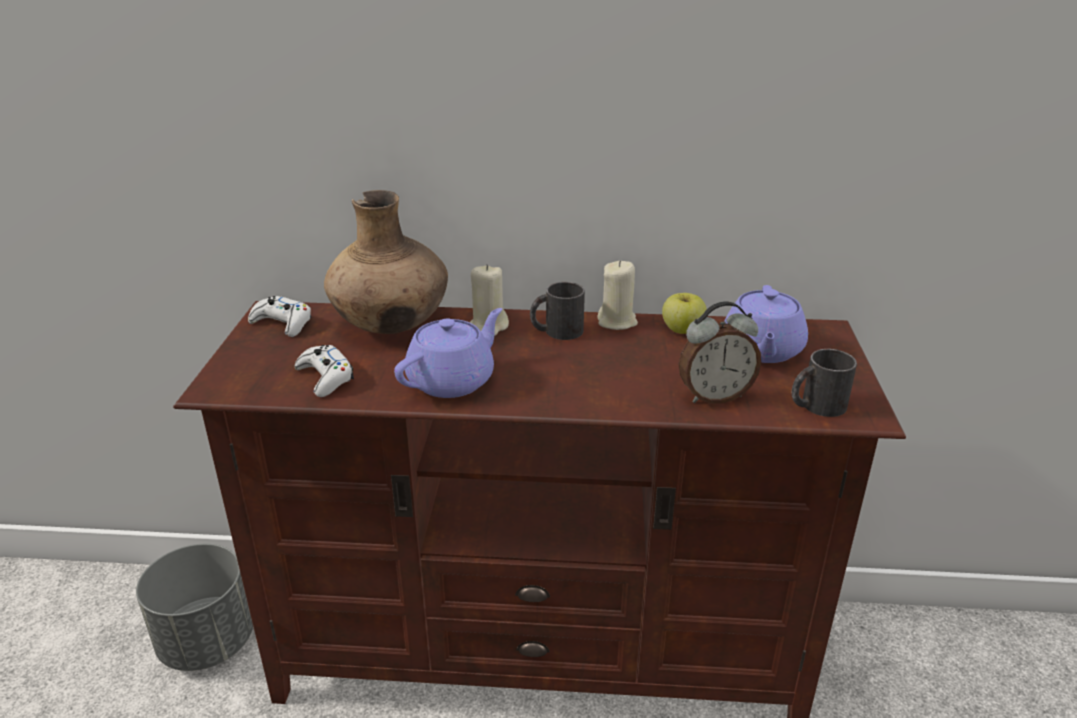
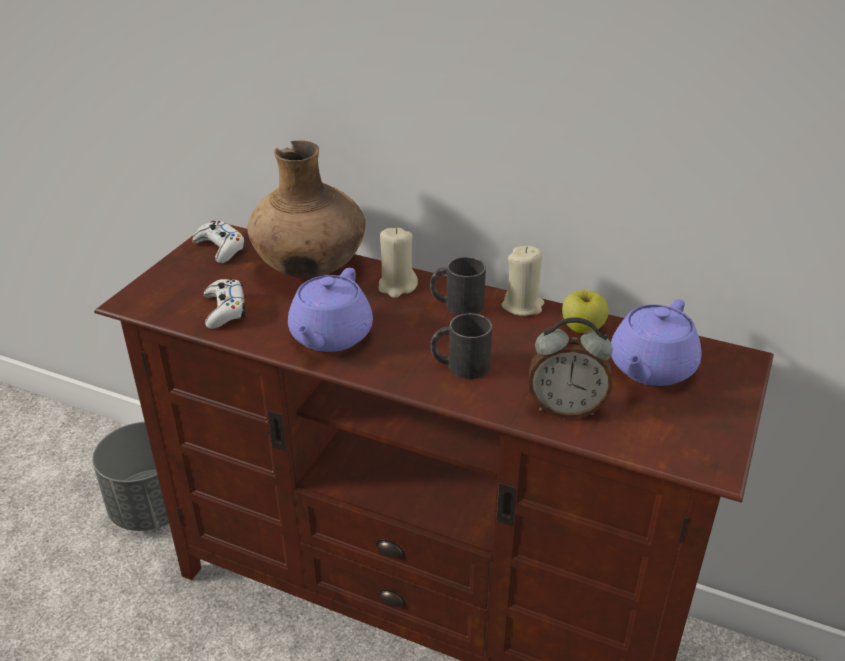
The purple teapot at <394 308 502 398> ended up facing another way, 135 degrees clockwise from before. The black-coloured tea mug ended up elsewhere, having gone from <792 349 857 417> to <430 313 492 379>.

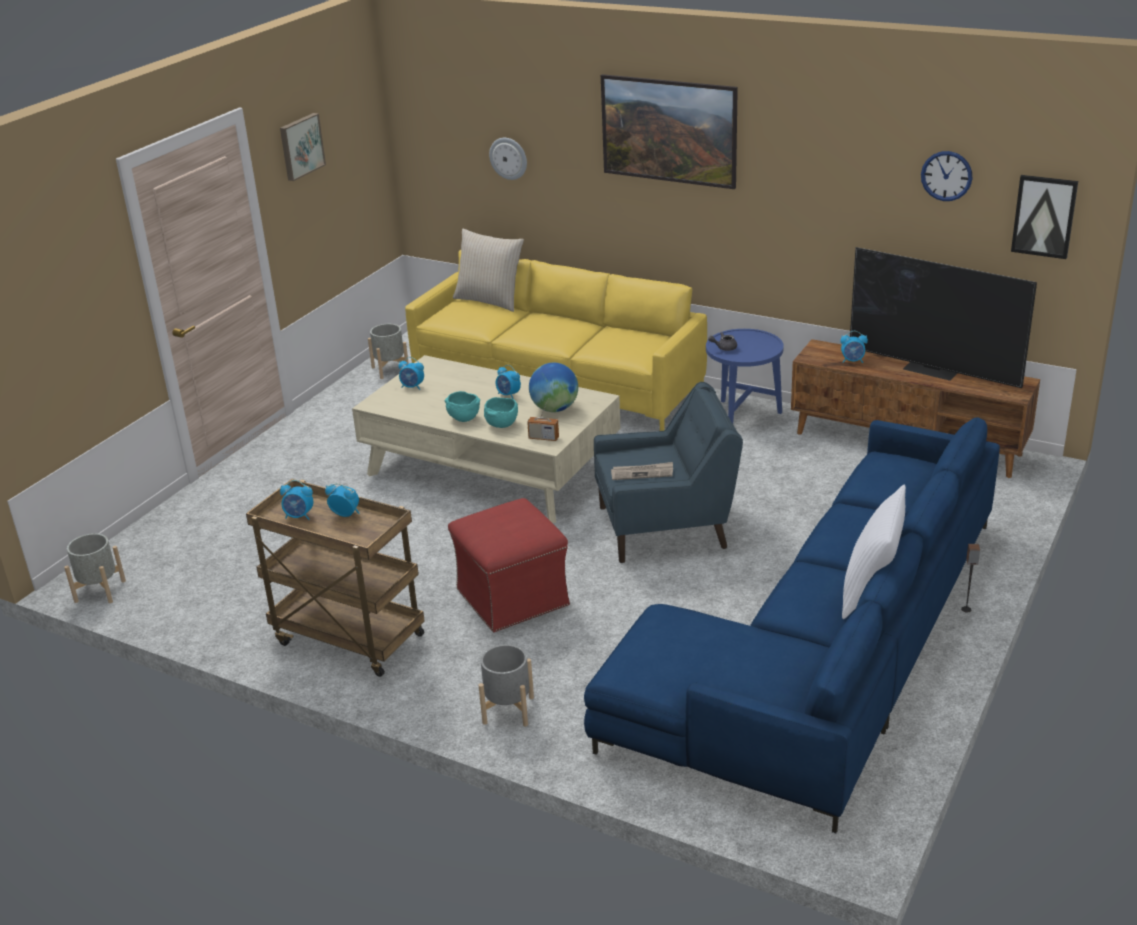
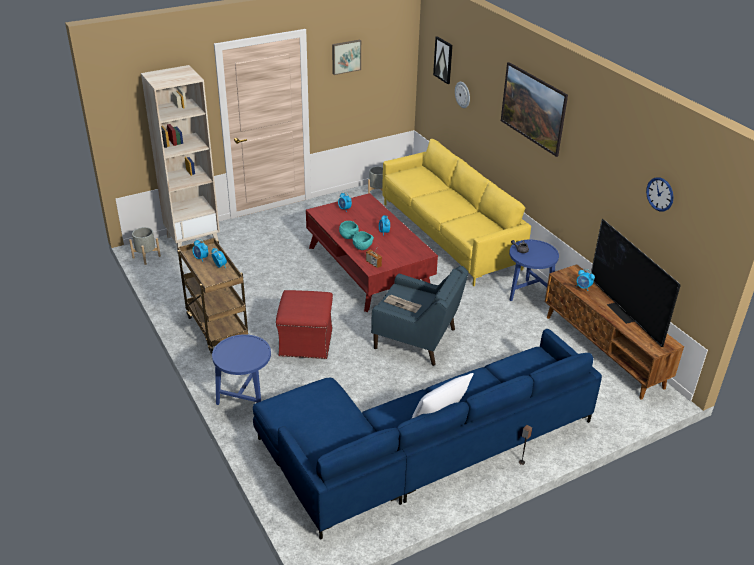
The second view gained the sand-coloured bookshelf at <141 65 220 253>. Where the gray planter stood at <479 644 534 726>, the blue accent table came to stand at <212 334 271 405>. What was the sand-coloured coffee table at <352 355 621 523> turned into the reddish coffee table at <306 193 438 312>. The picture ended up elsewhere, having gone from <1011 175 1078 259> to <433 36 453 84>. The second view lost the sand-coloured throw pillow at <453 229 524 312>. The second view lost the globe at <529 363 578 412>.

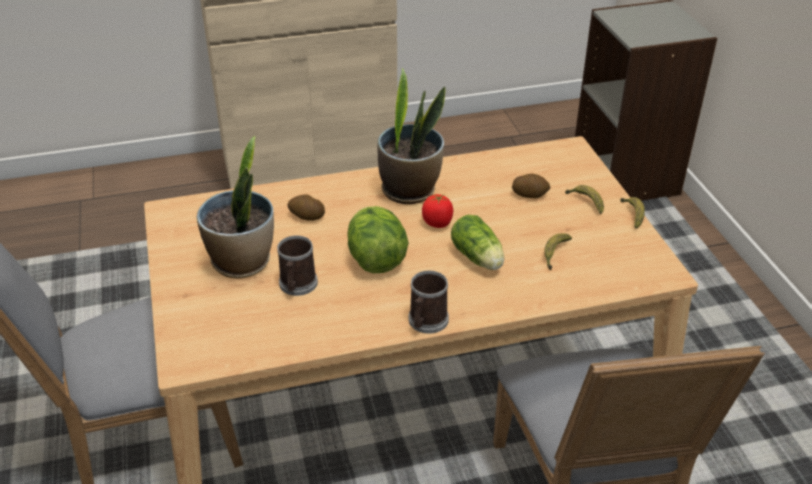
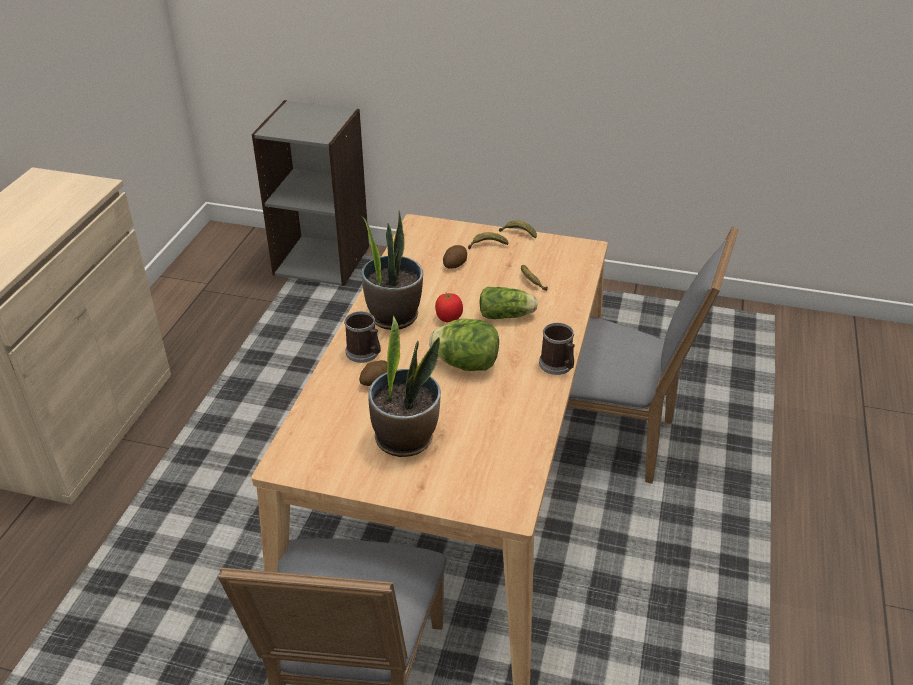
The tea mug ended up elsewhere, having gone from <277 235 318 296> to <344 311 381 363>.

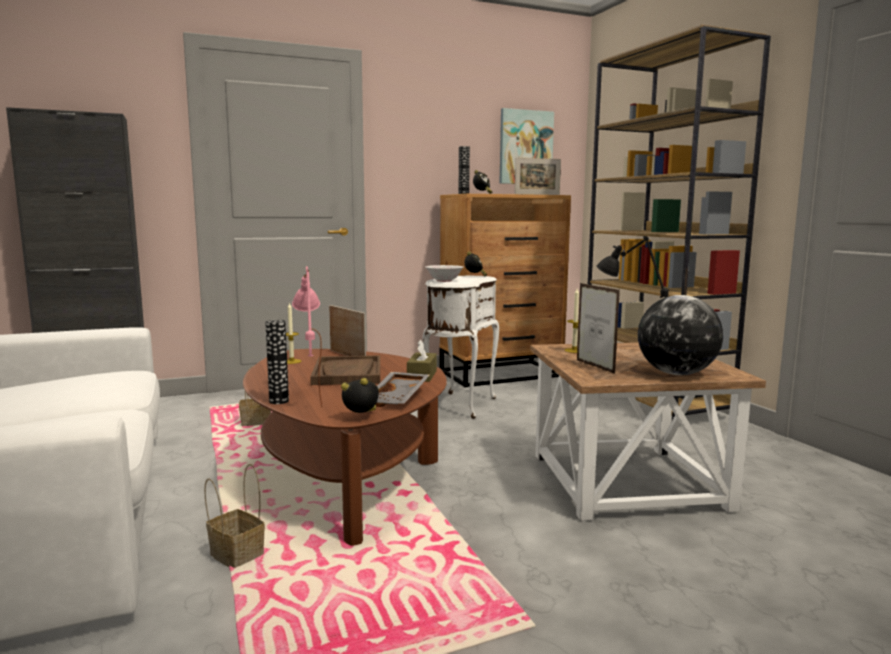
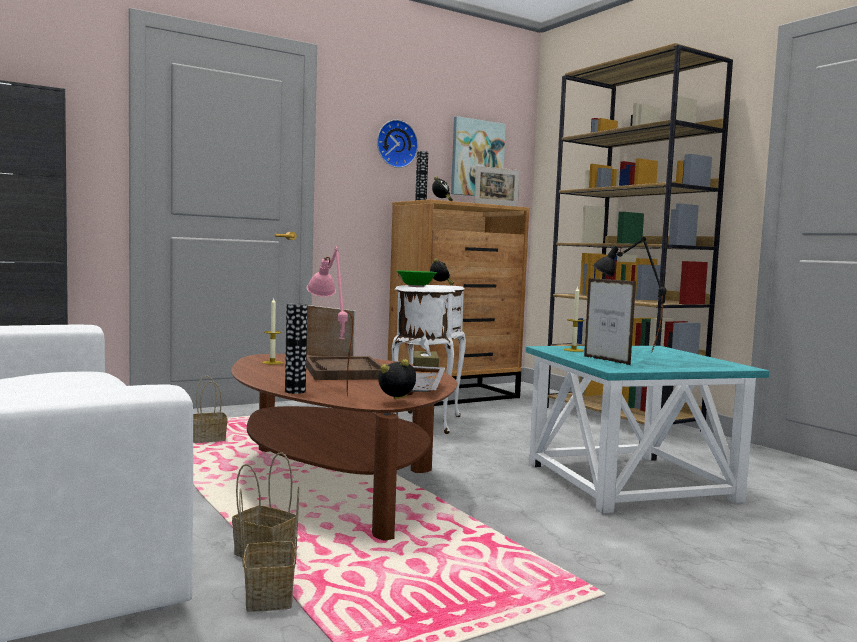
The second view gained the basket at <239 487 299 612>. The second view gained the wall clock at <377 120 418 168>. What was the whitish serving bowl at <425 265 464 282> turned into the greenish serving bowl at <397 271 437 287>. What was the brown-coloured accent table at <530 342 766 521> turned into the turquoise-coloured accent table at <525 346 769 514>. The second view lost the globe at <638 295 723 375>.

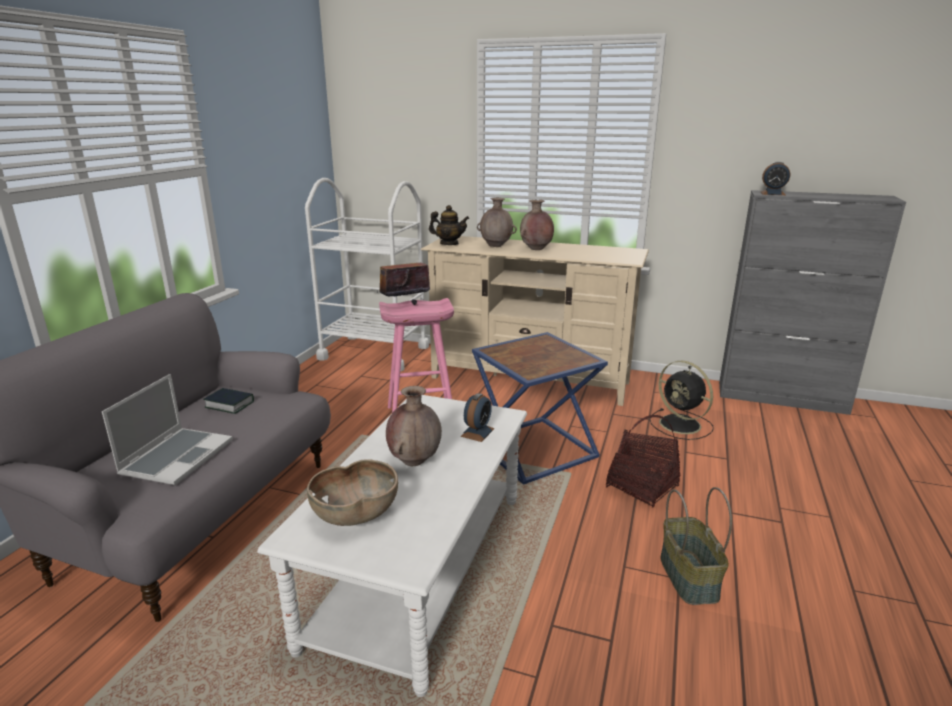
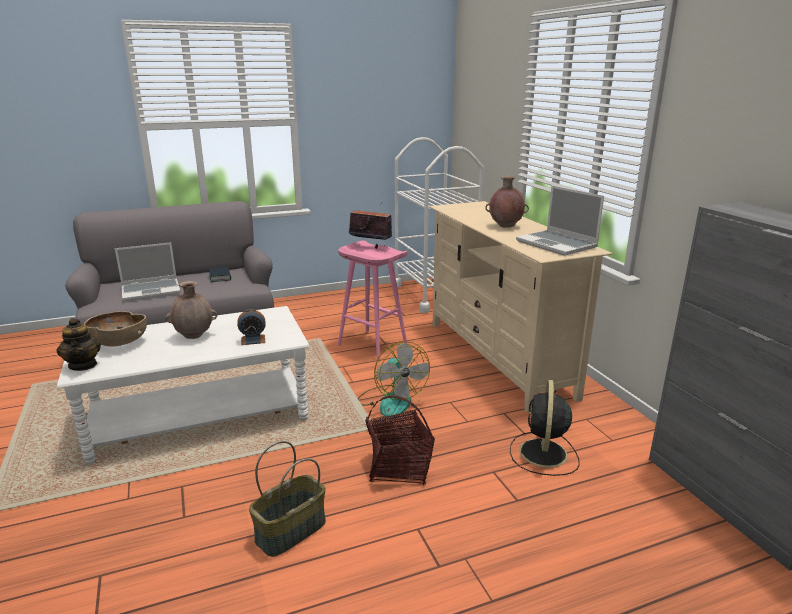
The teapot ended up elsewhere, having gone from <429 205 469 245> to <57 318 101 371>. Where the blue accent table stood at <472 332 608 485>, the cooling fan came to stand at <358 341 430 417>. The second view gained the notebook computer at <516 186 604 256>. The second view lost the brown-coloured flower vase at <477 198 517 247>. The second view lost the table clock at <761 162 790 195>.

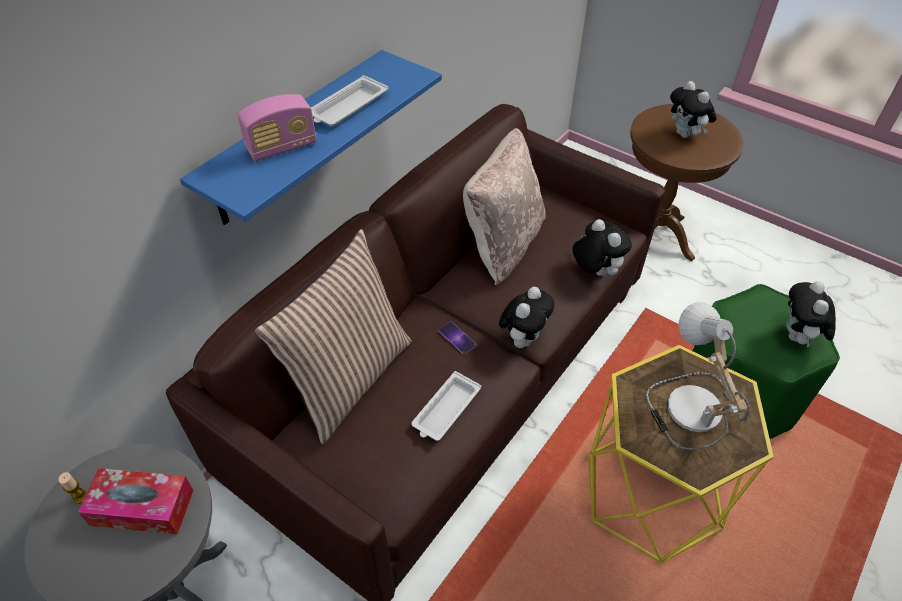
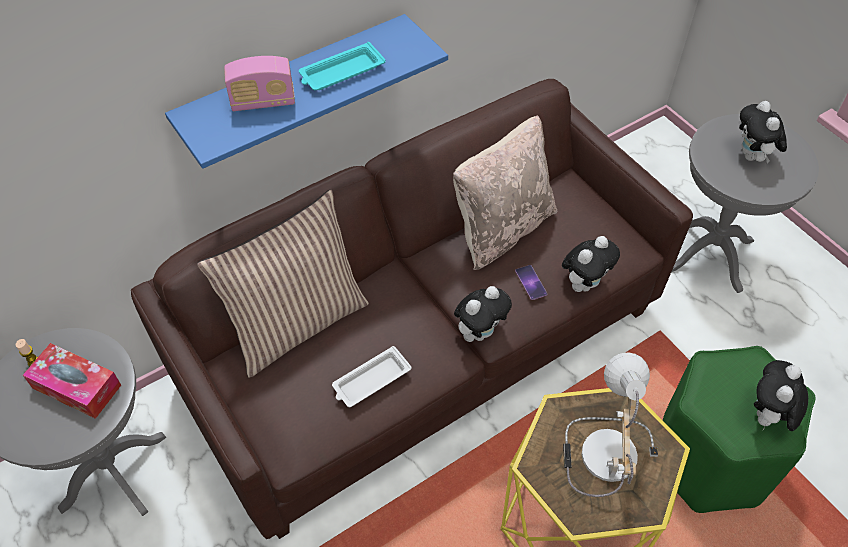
What was the whitish tray at <311 75 388 126> turned into the turquoise-coloured tray at <299 42 386 90>. The phone ended up elsewhere, having gone from <438 322 477 354> to <515 265 547 300>. The cuddly toy at <572 219 632 276> ended up facing another way, 60 degrees clockwise from before. What was the brown-coloured accent table at <630 104 744 261> turned into the gray accent table at <672 114 819 293>.

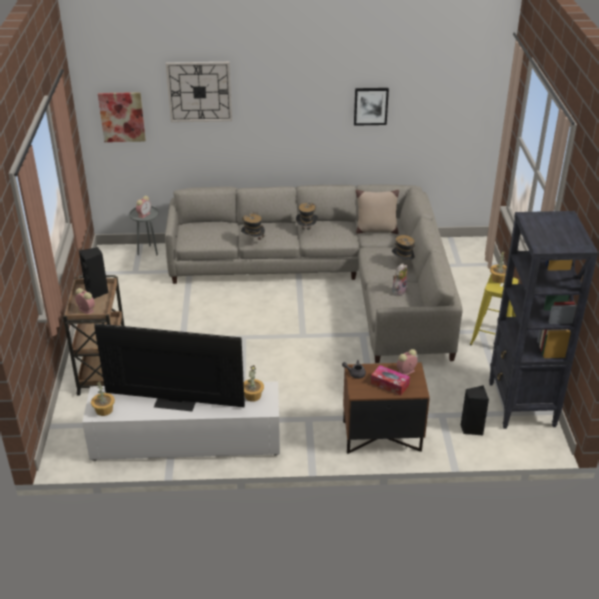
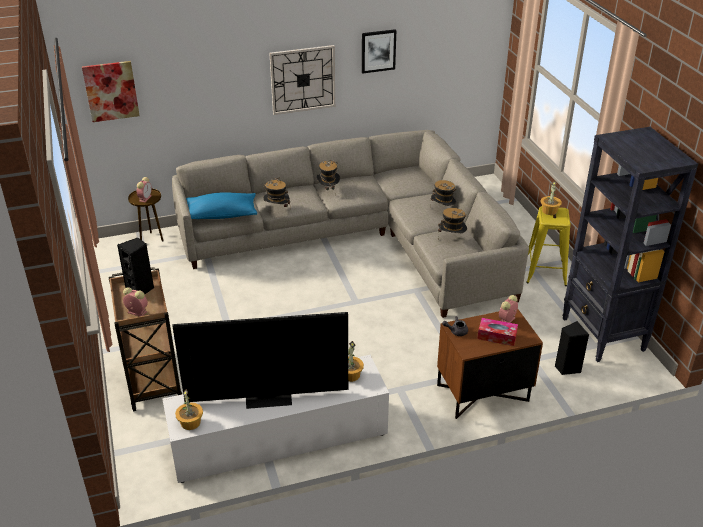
What was the gray accent table at <129 206 159 255> turned into the brown-coloured accent table at <128 189 163 242>. The second view gained the blue throw pillow at <186 193 257 219>. The wall clock ended up elsewhere, having gone from <166 62 232 122> to <269 45 335 115>. Where the cuddly toy stood at <392 263 408 296>, the wearable hat came to stand at <438 208 467 233>. The second view lost the sand-coloured throw pillow at <355 190 399 234>.

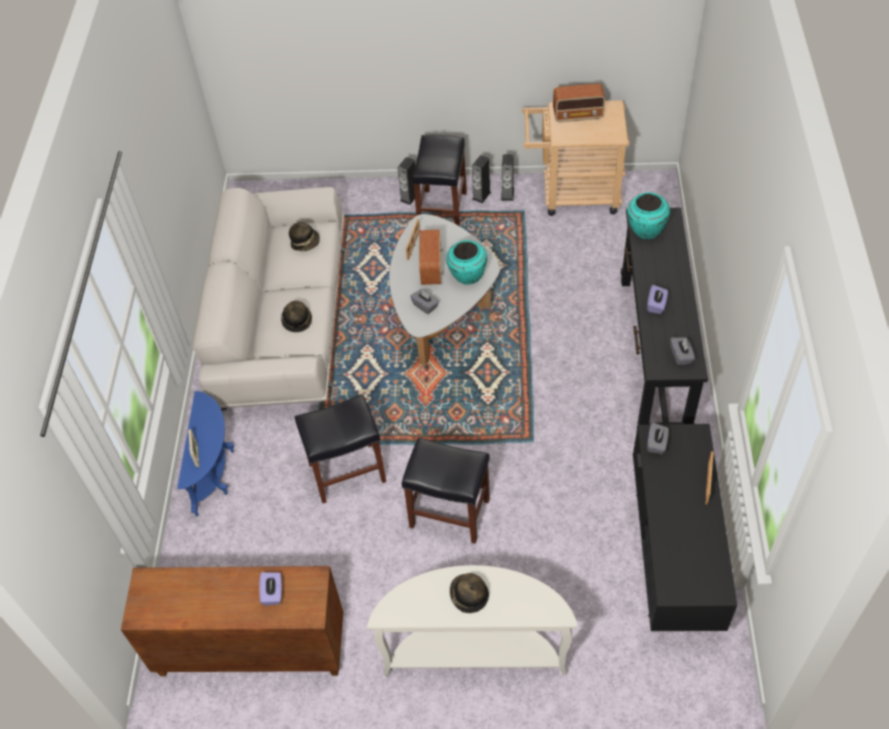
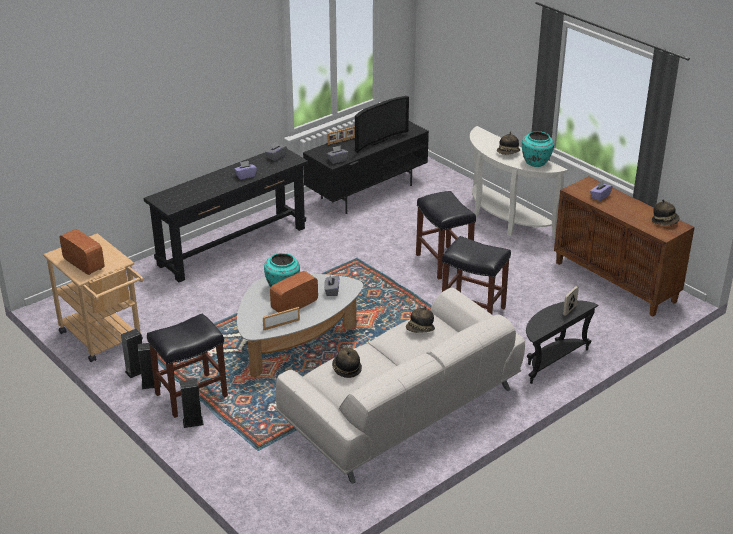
The second view gained the television at <355 96 409 153>. The turquoise-coloured flower vase ended up elsewhere, having gone from <627 192 670 239> to <522 131 554 167>. What was the blue accent table at <177 391 234 517> turned into the black-coloured accent table at <526 300 598 384>. The second view gained the wearable hat at <652 199 680 226>.

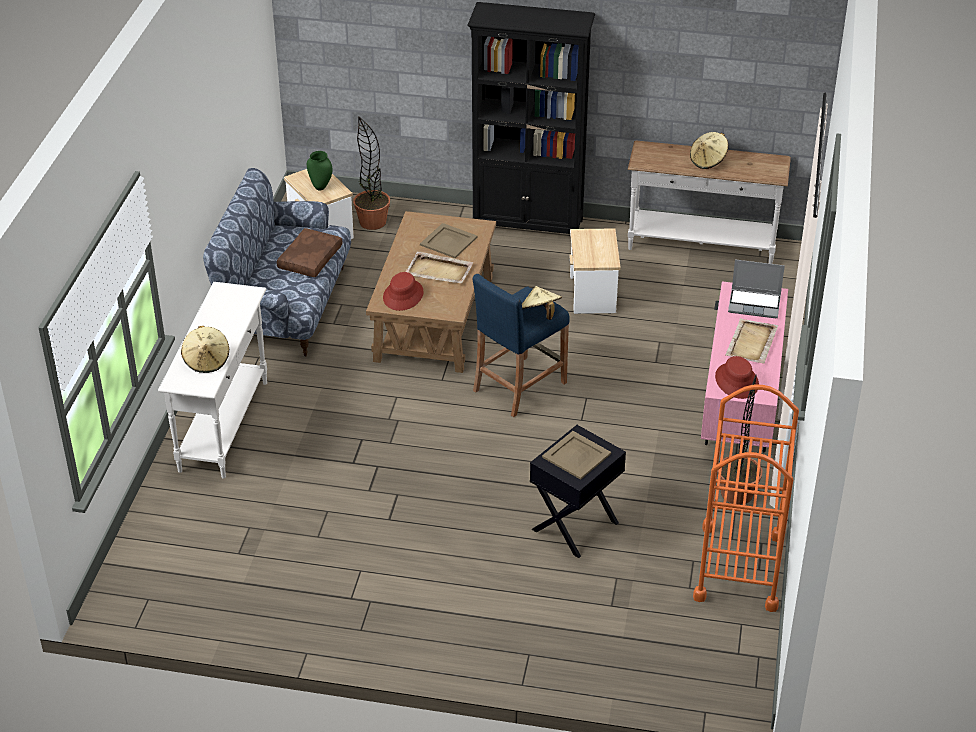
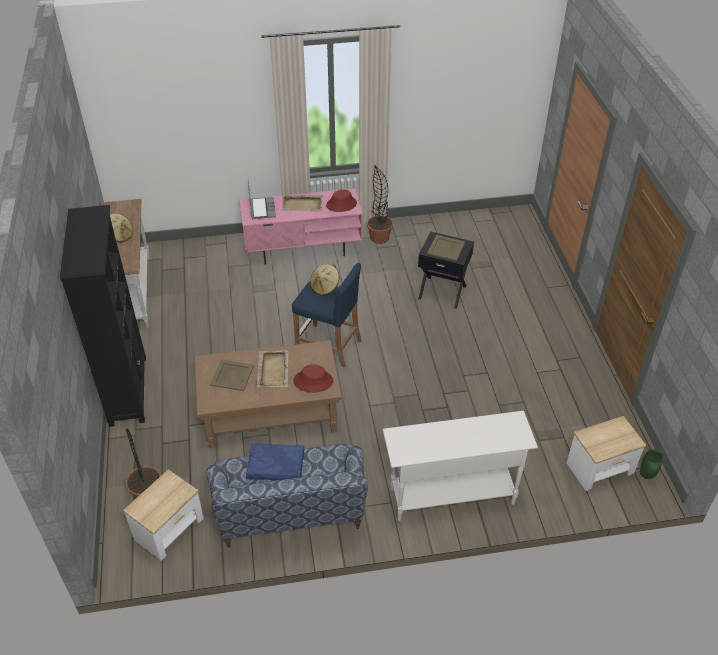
What was the brown-coloured throw pillow at <277 228 343 277> turned into the blue throw pillow at <246 443 304 480>. The accent table ended up elsewhere, having gone from <569 228 621 314> to <567 416 646 491>. The greenish flower vase ended up elsewhere, having gone from <307 151 332 191> to <640 449 663 479>. The second view lost the sand-coloured wearable hat at <181 326 229 373>. The second view lost the orange-coloured cart at <693 385 799 612>.

